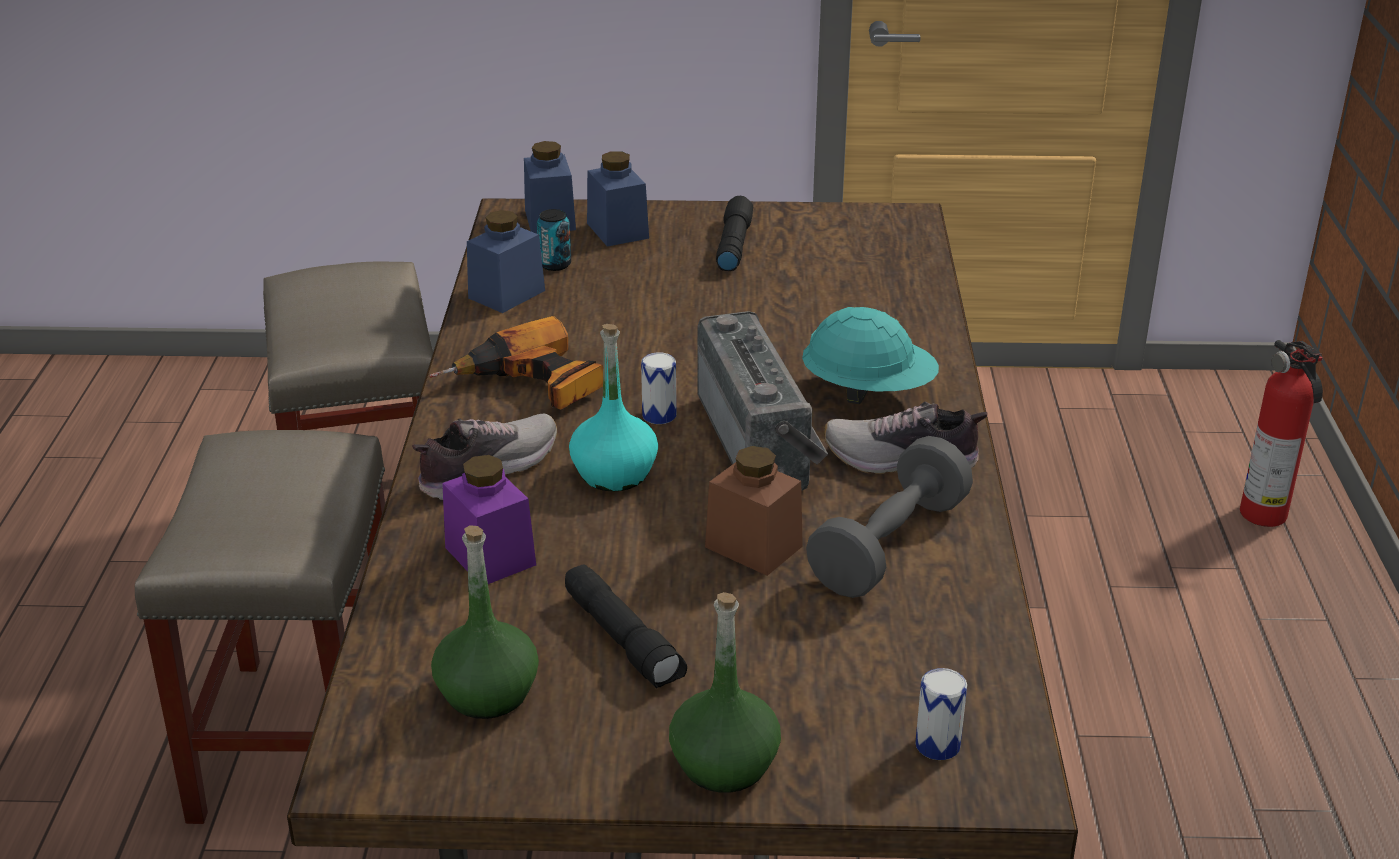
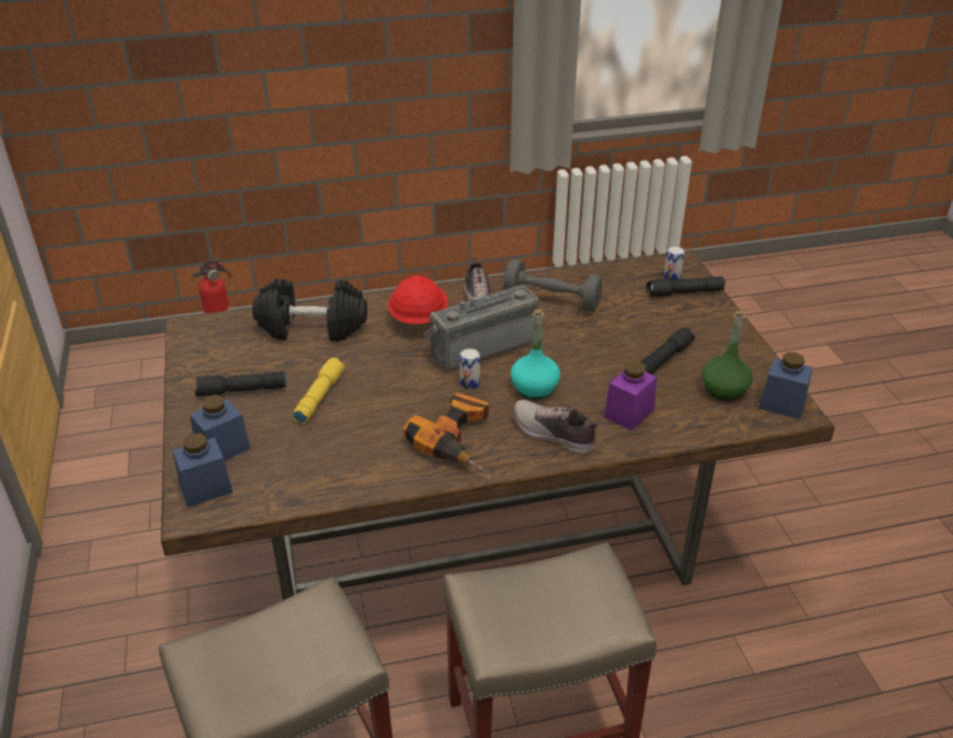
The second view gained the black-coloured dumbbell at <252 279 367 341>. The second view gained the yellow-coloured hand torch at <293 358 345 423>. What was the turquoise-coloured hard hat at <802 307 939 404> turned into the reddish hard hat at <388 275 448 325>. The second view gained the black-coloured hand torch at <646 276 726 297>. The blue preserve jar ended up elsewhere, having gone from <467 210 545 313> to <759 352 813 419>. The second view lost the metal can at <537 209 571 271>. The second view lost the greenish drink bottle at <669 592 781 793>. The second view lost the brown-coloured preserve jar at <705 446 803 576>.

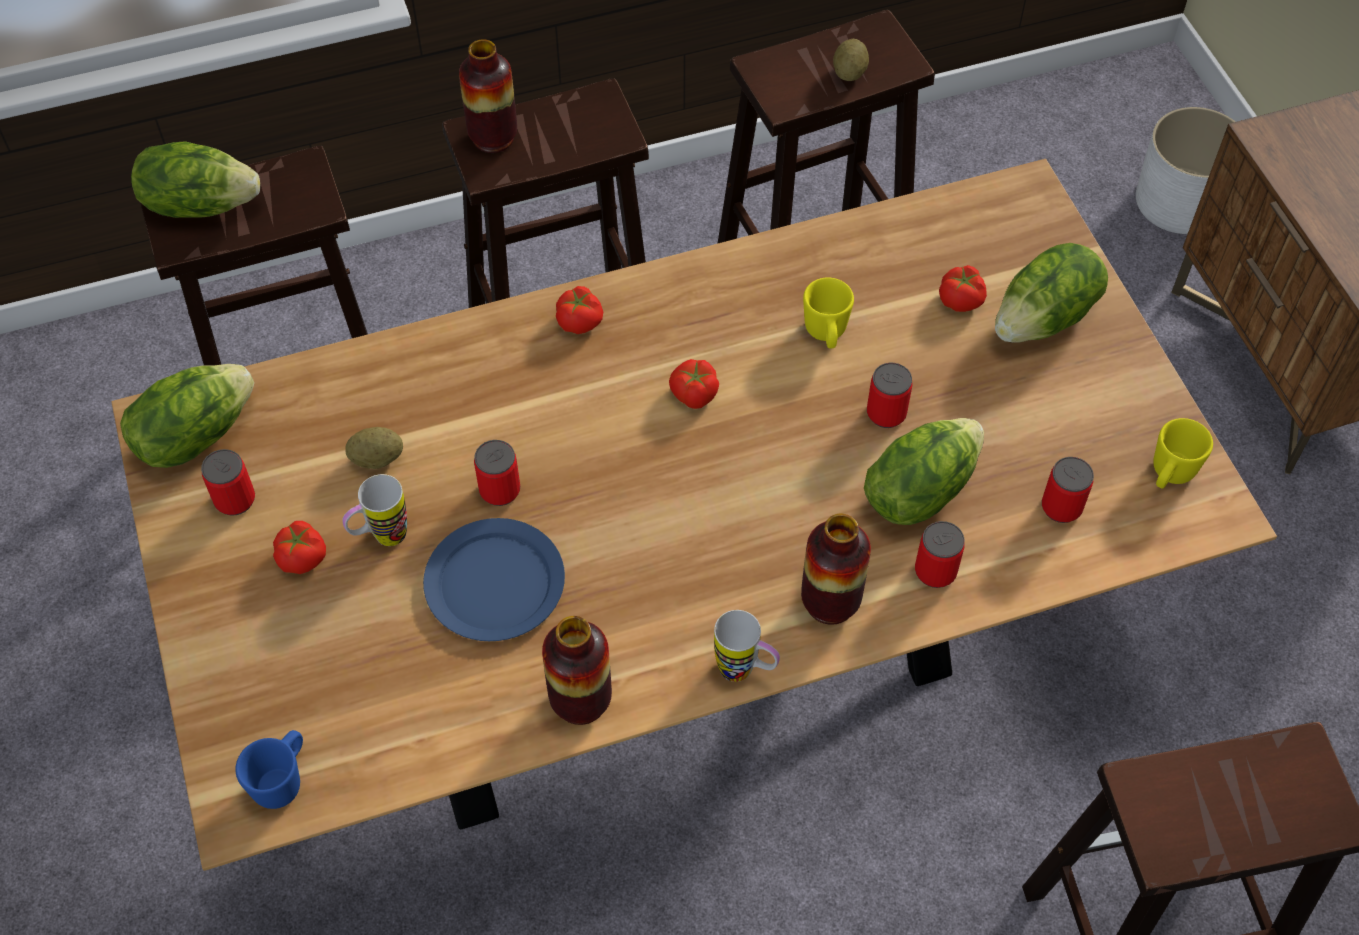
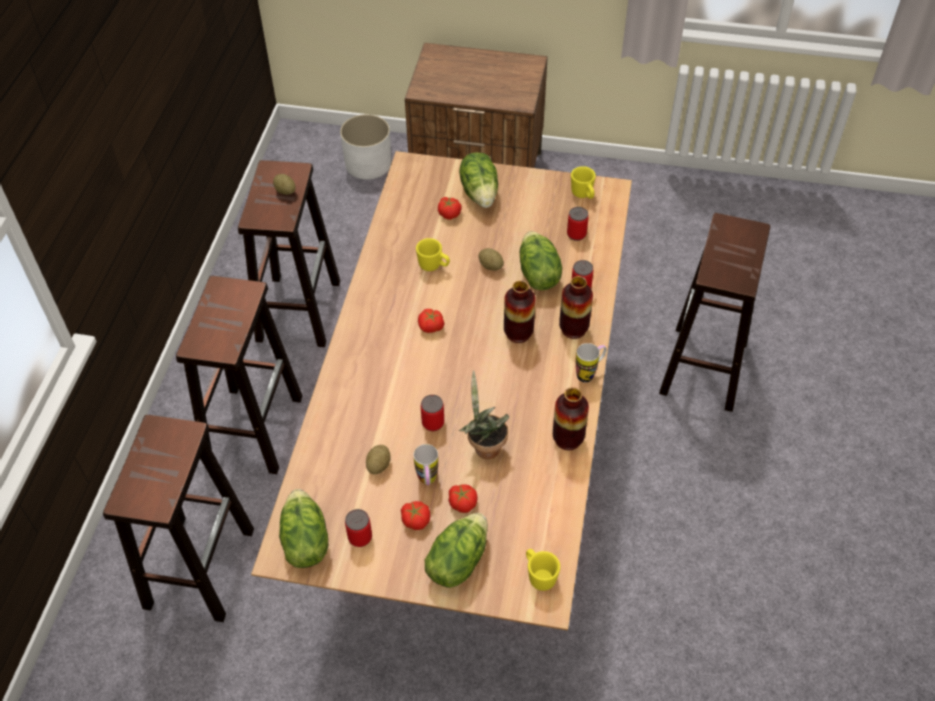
The lettuce head ended up elsewhere, having gone from <131 141 260 218> to <425 513 488 588>. The whole tomato ended up elsewhere, having gone from <556 286 603 334> to <448 484 477 513>. Where the blue dinner plate stood at <423 518 565 641>, the houseplant came to stand at <459 370 510 459>. Where the metal can stood at <867 363 912 428>, the whole potato came to stand at <479 248 504 271>. The flower vase ended up elsewhere, having gone from <459 39 517 153> to <504 280 536 343>. What was the blue tea mug at <235 730 303 809> turned into the yellow-coloured tea mug at <526 549 560 591>.

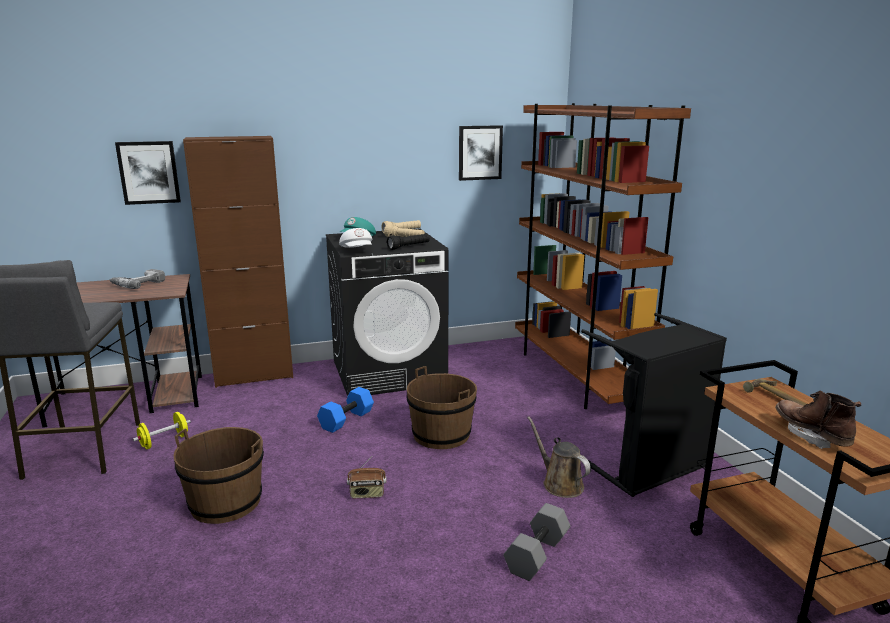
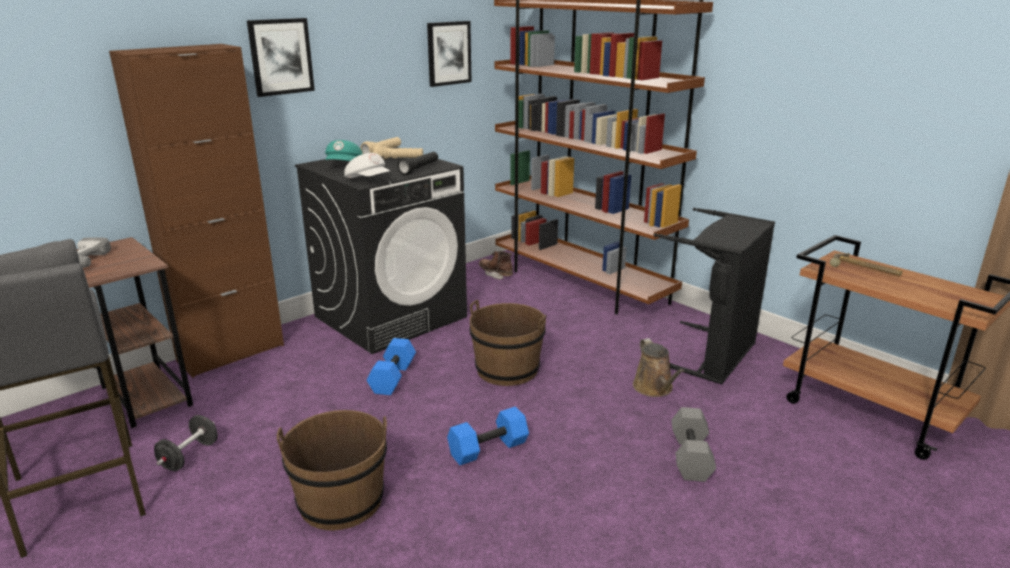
What was the yellow-coloured dumbbell at <133 412 191 449> turned into the black-coloured dumbbell at <154 415 218 471>. The picture ended up elsewhere, having gone from <115 141 181 205> to <247 18 315 97>. Where the radio set stood at <347 456 386 498>, the blue dumbbell came to stand at <447 407 529 465>. The brown-coloured high-top boot ended up elsewhere, having gone from <775 391 861 449> to <479 251 513 280>. The brown-coloured sprinkling can at <527 416 591 498> ended up facing another way, 135 degrees counterclockwise from before.

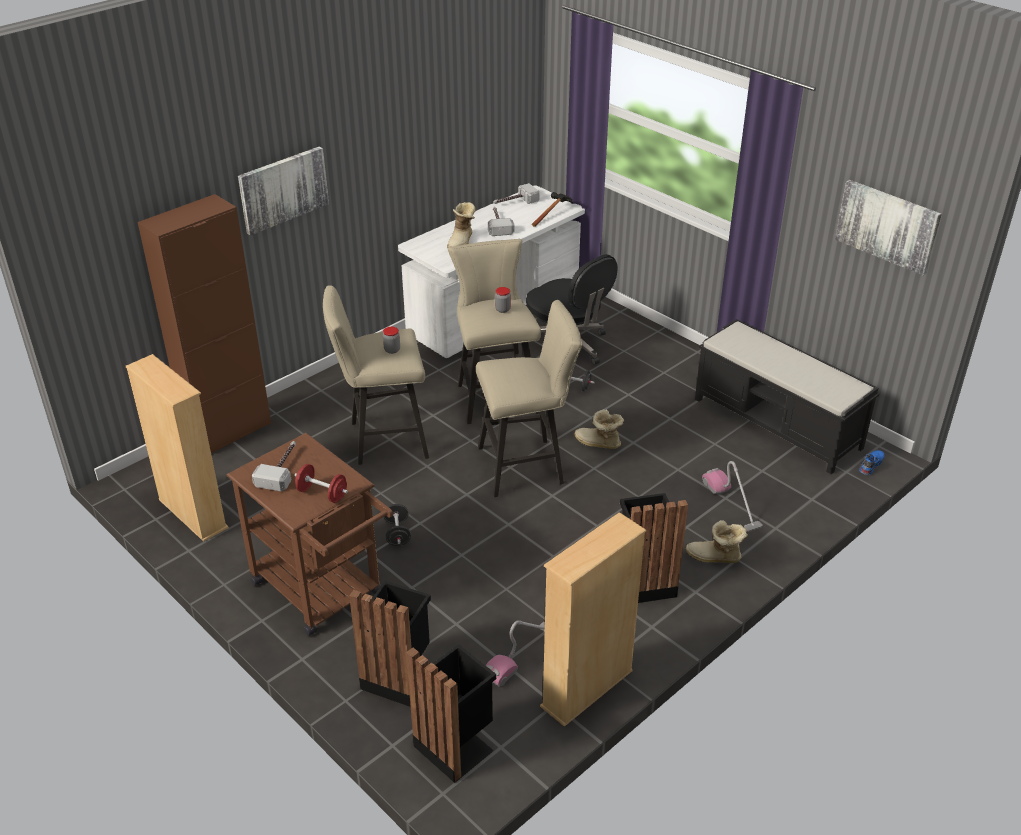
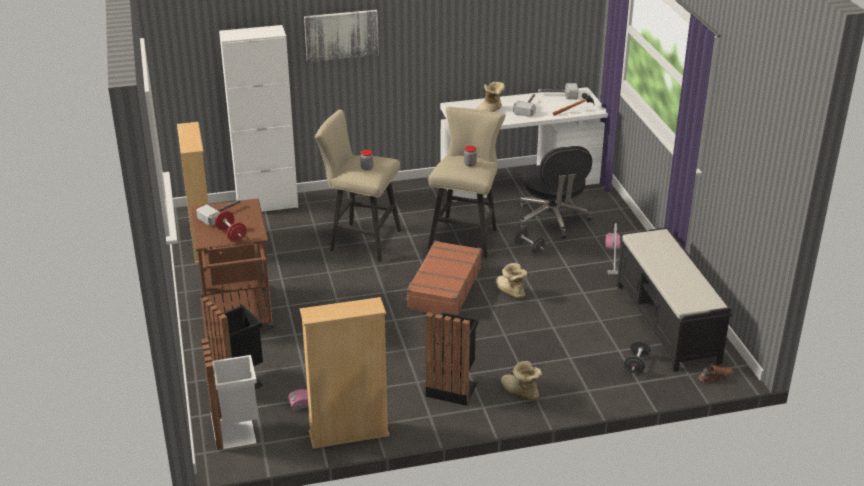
What was the black-coloured trash can at <406 644 496 783> turned into the whitish trash can at <201 338 258 450>. What was the brown-coloured cupboard at <138 194 271 453> turned into the whitish cupboard at <219 25 298 212>. Where the sand-coloured stool stood at <476 300 582 497>, the brown-coloured piece of luggage came to stand at <406 241 481 315>. The hoover ended up elsewhere, having gone from <702 461 763 532> to <605 223 620 275>. The black-coloured dumbbell ended up elsewhere, having gone from <384 504 411 546> to <624 340 651 374>. What was the blue shoe at <859 450 884 475> turned into the brown-coloured shoe at <698 364 733 383>. The second view lost the picture at <835 180 942 275>.

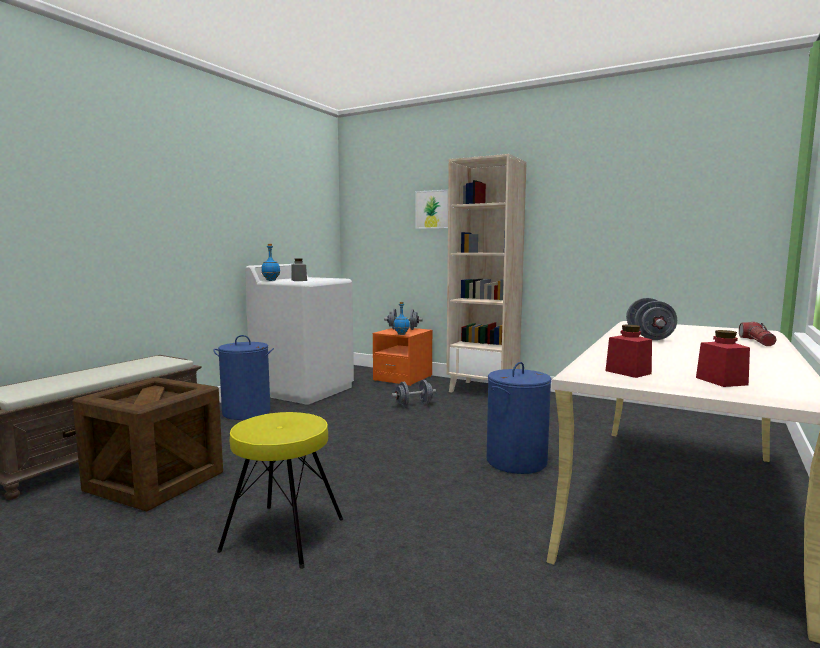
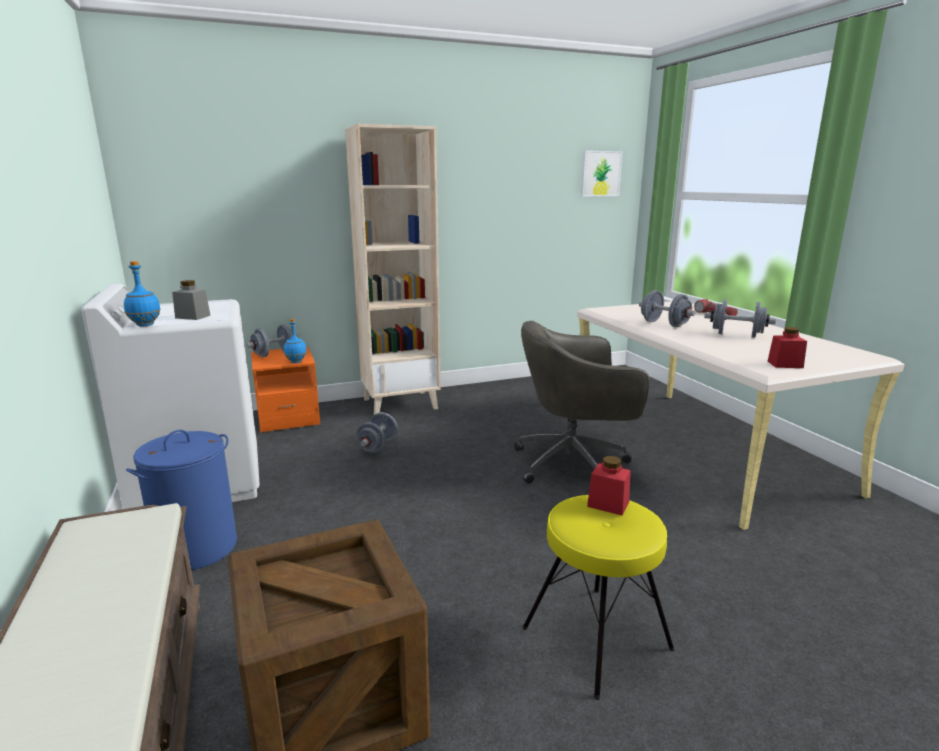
Where the blue laundry basket stood at <487 362 551 474>, the gray computer chair came to stand at <514 321 650 484>. The picture ended up elsewhere, having gone from <416 190 448 229> to <581 151 623 197>. The reddish preserve jar ended up elsewhere, having gone from <696 330 750 387> to <587 456 631 516>. The second view gained the gray dumbbell at <704 299 776 337>.

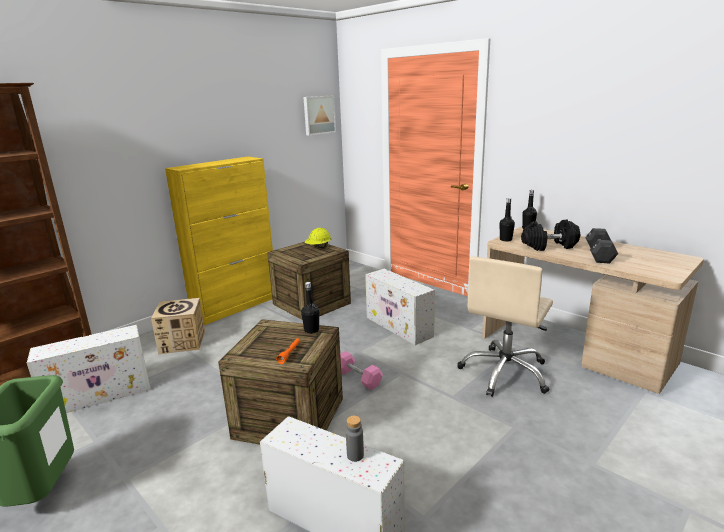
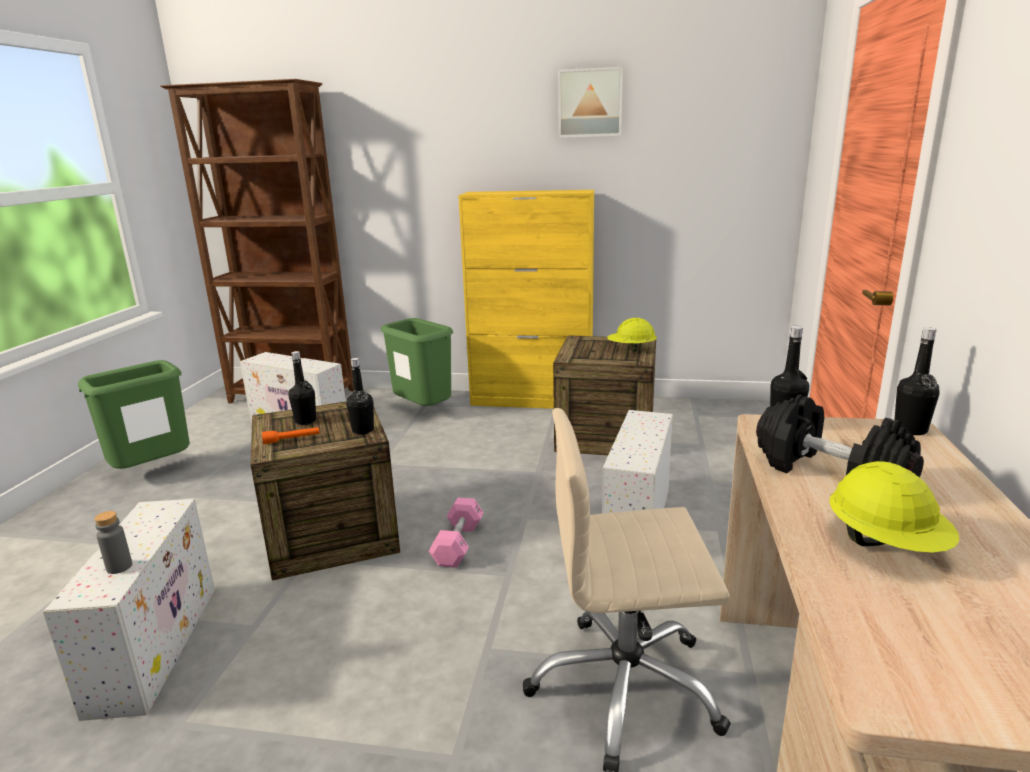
The second view gained the black-coloured drink bottle at <288 351 316 425>. Where the cardboard box stood at <151 298 205 354>, the greenish trash can came to stand at <381 318 453 406>. The picture ended up elsewhere, having gone from <304 96 336 135> to <558 67 623 138>. Where the black-coloured dumbbell stood at <585 228 618 264>, the yellow-coloured hard hat came to stand at <829 461 959 552>.

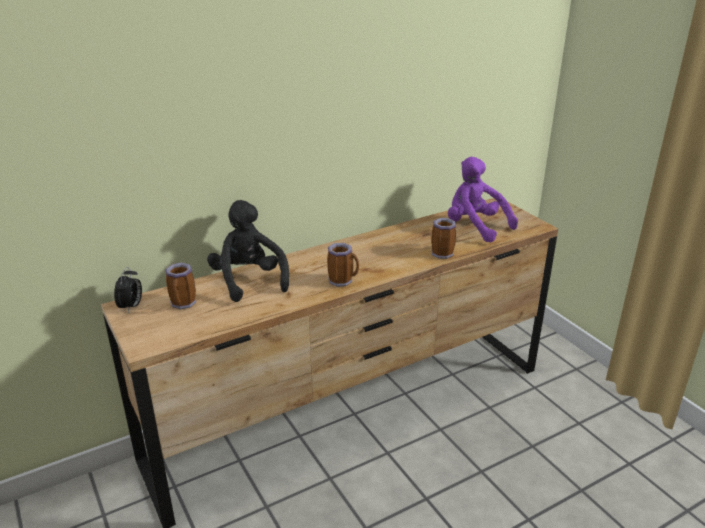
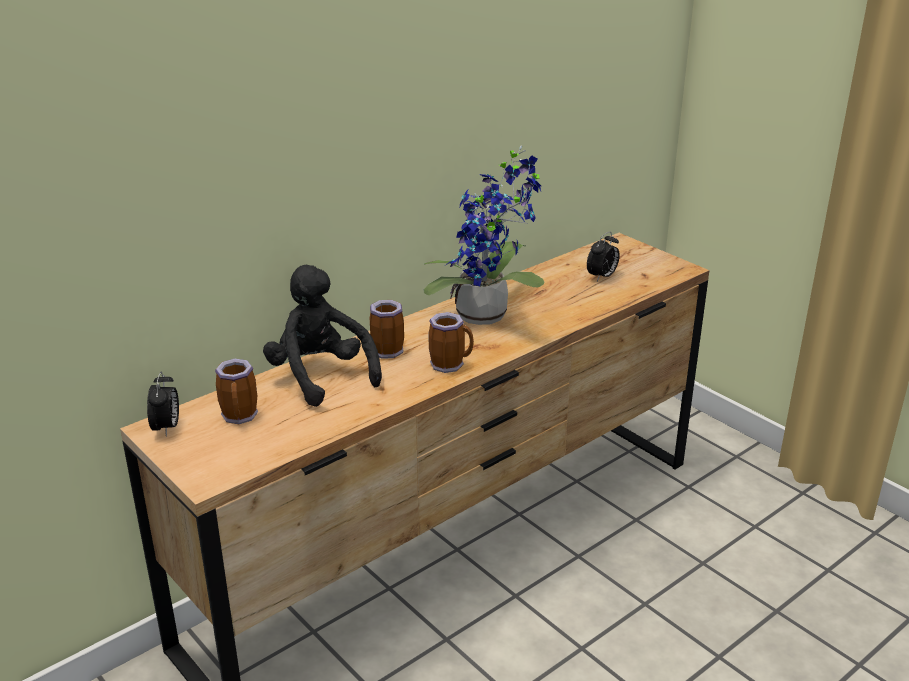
The tea mug ended up elsewhere, having gone from <431 218 456 259> to <370 300 404 359>. The second view gained the houseplant at <424 145 544 325>. Where the purple cuddly toy stood at <448 157 518 243>, the table clock came to stand at <587 232 620 281>.

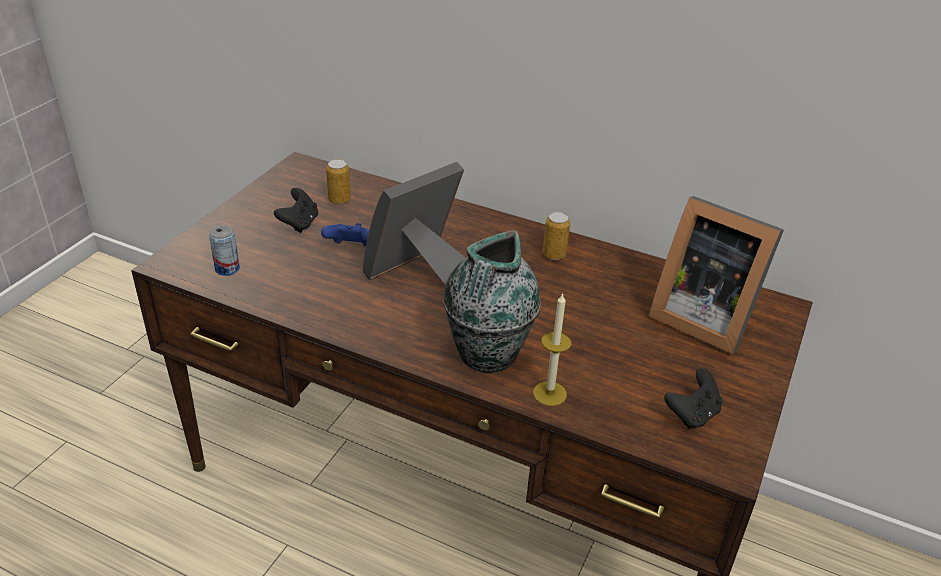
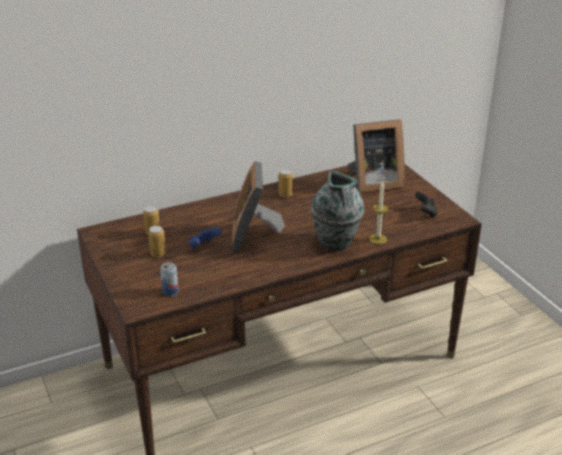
Where the black-coloured game controller stood at <274 188 318 233>, the metal can came to stand at <148 226 166 257>.

